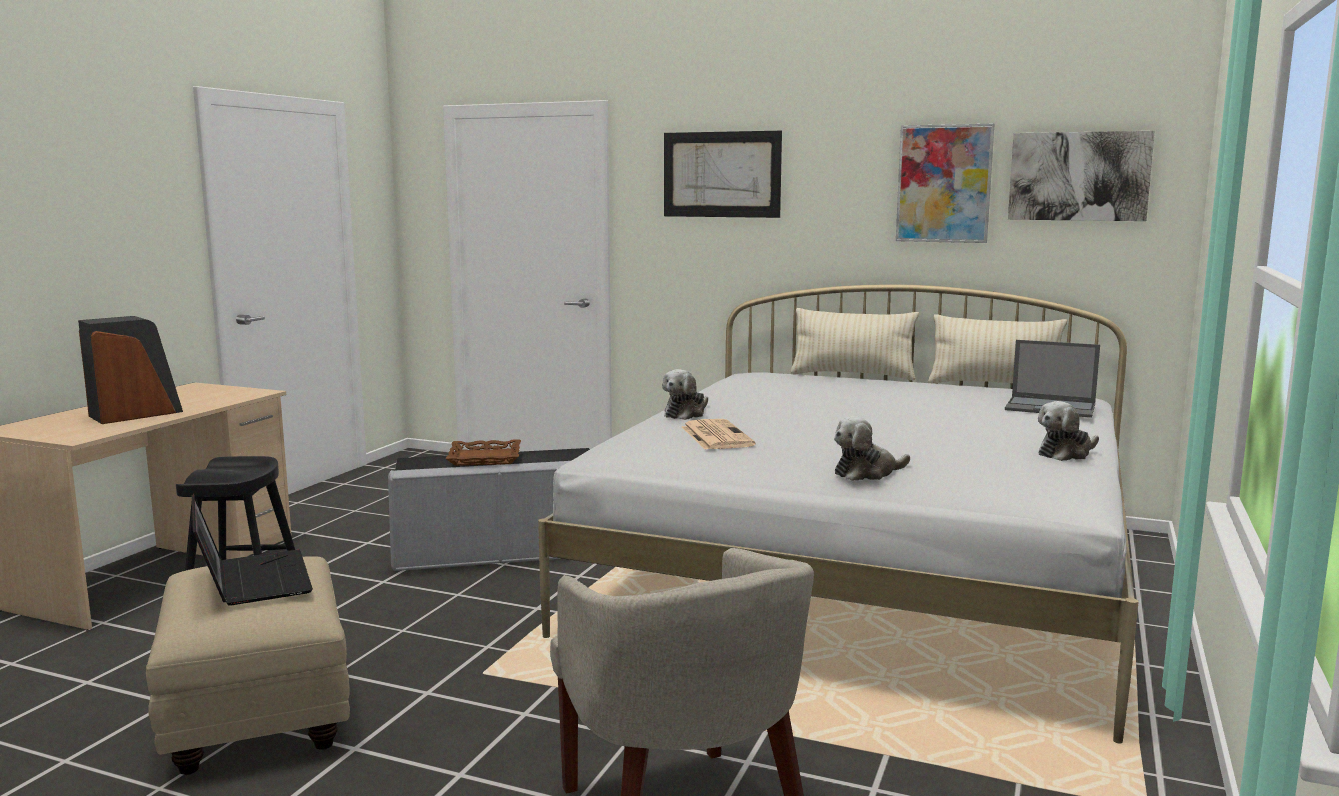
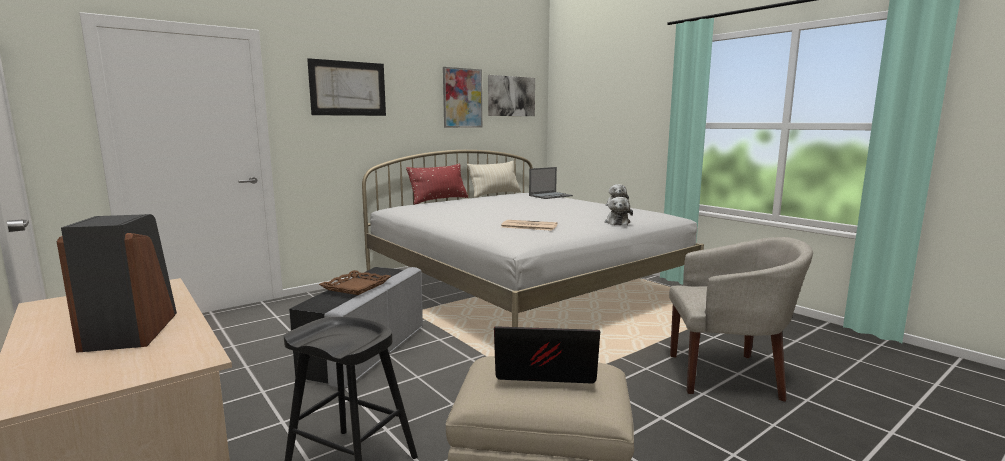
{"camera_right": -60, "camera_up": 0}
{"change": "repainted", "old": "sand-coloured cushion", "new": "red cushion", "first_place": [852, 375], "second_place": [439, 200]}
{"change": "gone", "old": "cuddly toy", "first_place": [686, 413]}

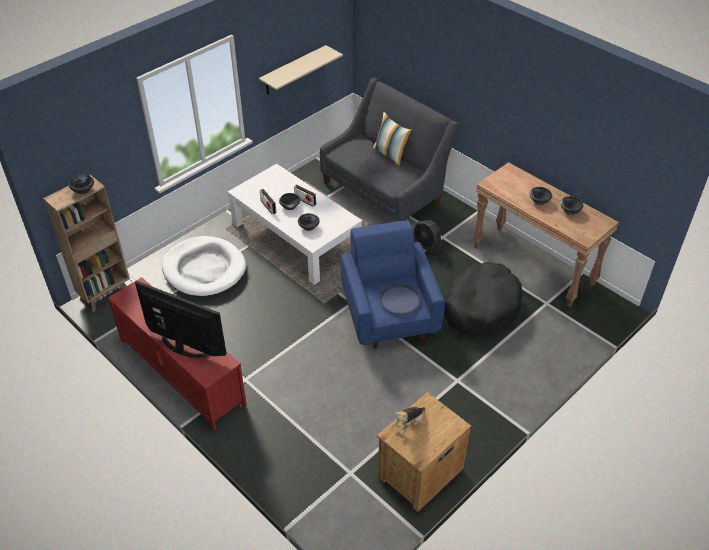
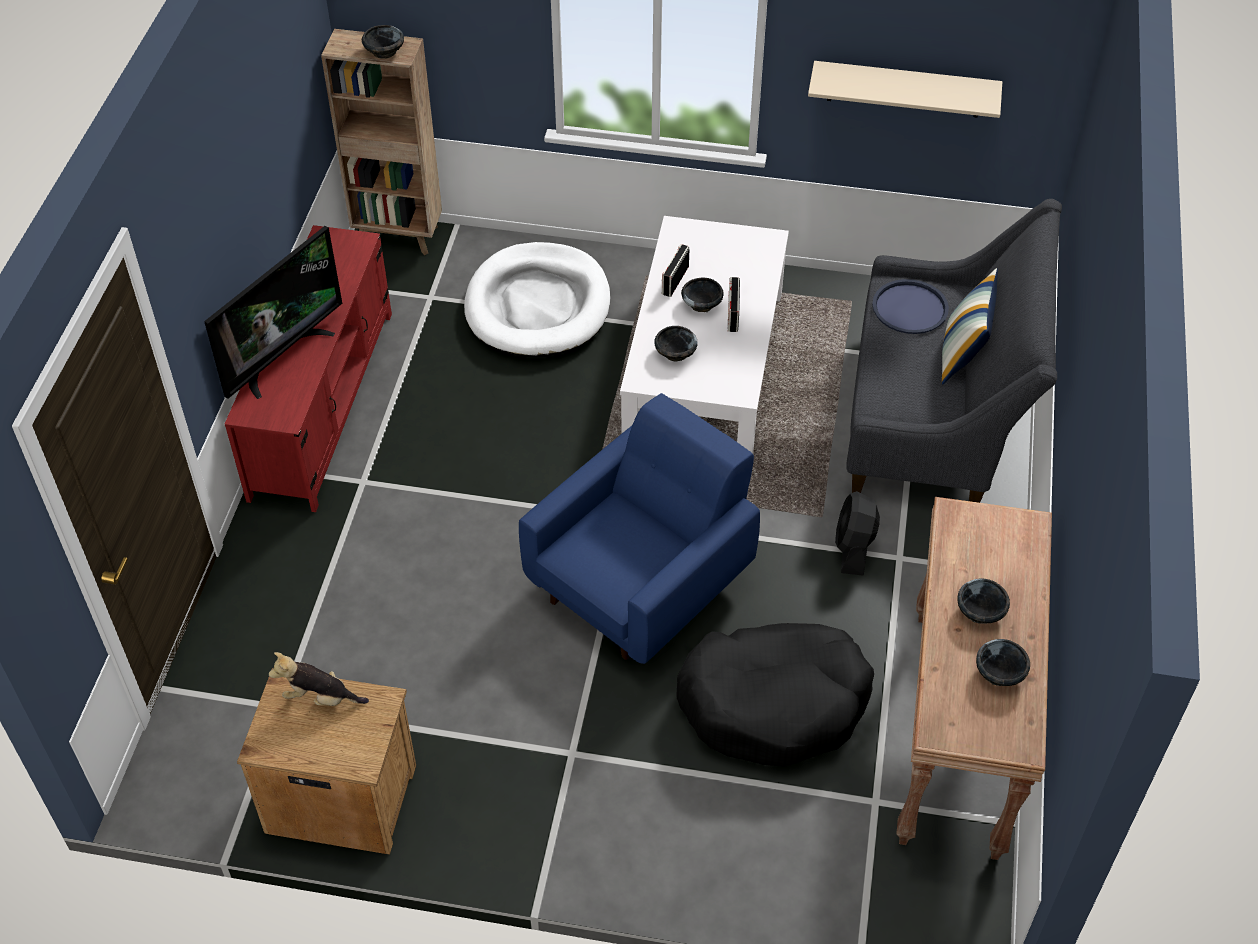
{"camera_right": 55, "camera_up": 5}
{"change": "rotated", "old": "TV", "first_place": [184, 347], "second_place": [282, 357], "degrees": 45}
{"change": "shifted", "old": "blue-coloured serving tray", "first_place": [400, 299], "second_place": [909, 308]}

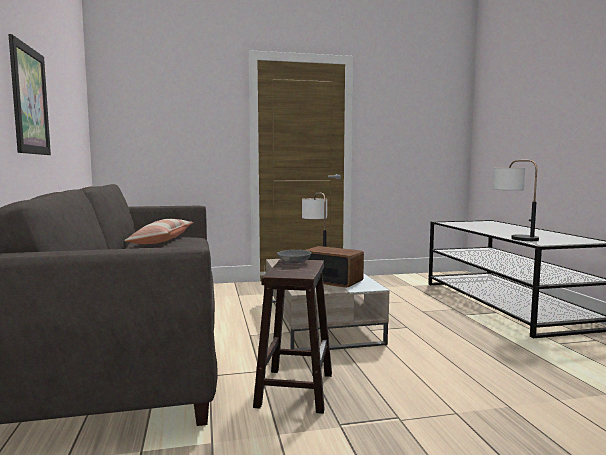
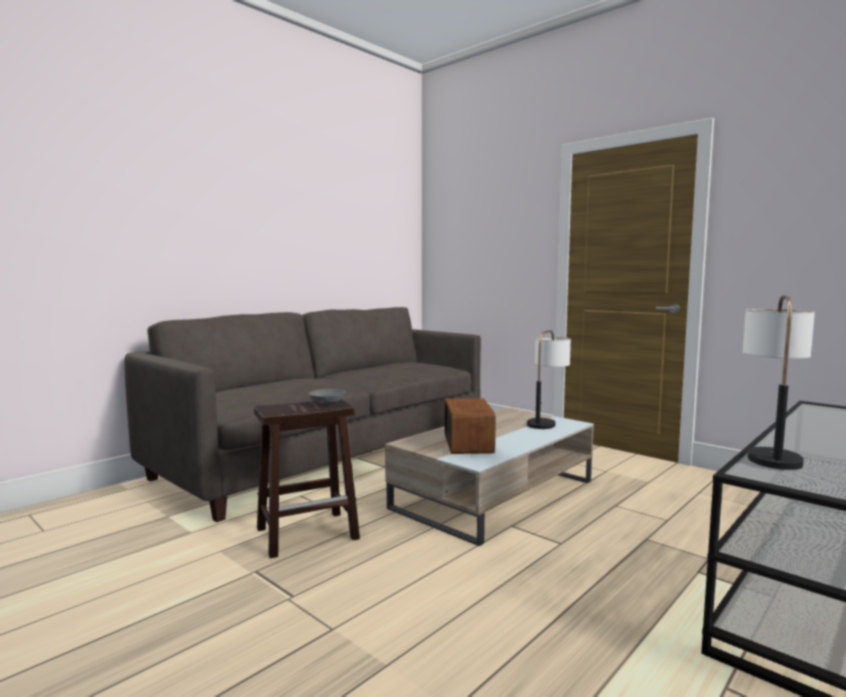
{"camera_right": 55, "camera_up": 0}
{"change": "gone", "old": "picture", "first_place": [30, 100]}
{"change": "gone", "old": "cushion", "first_place": [162, 241]}

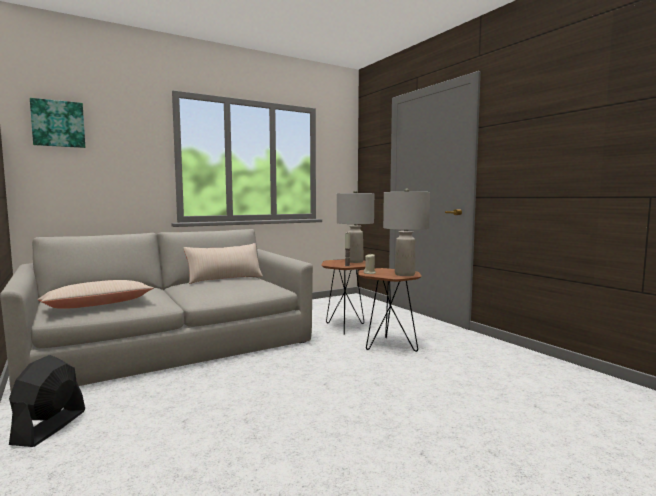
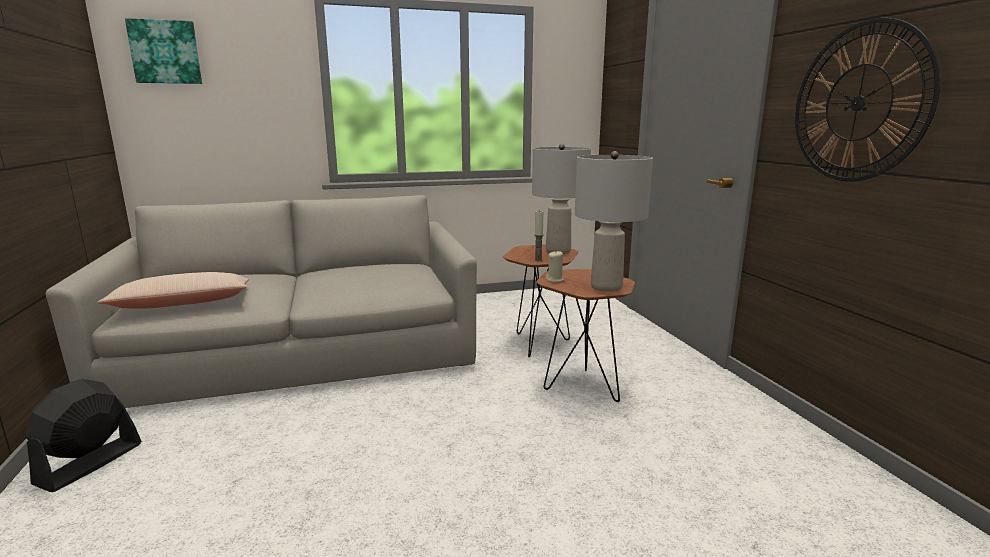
{"camera_right": 15, "camera_up": 10}
{"change": "gone", "old": "sand-coloured cushion", "first_place": [224, 278]}
{"change": "new", "new": "clock on the wall", "second_place": [858, 103]}

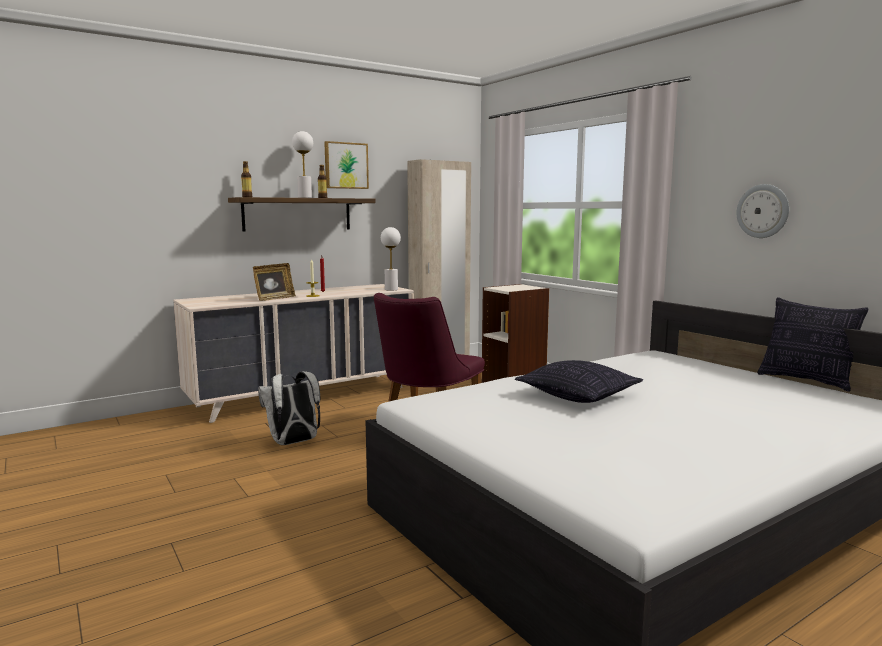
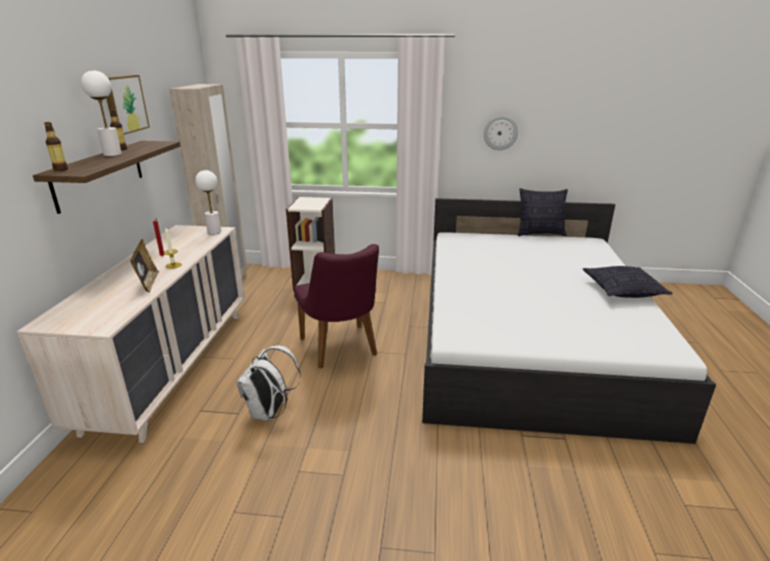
{"camera_right": -50, "camera_up": 15}
{"change": "shifted", "old": "cushion", "first_place": [578, 396], "second_place": [622, 291]}

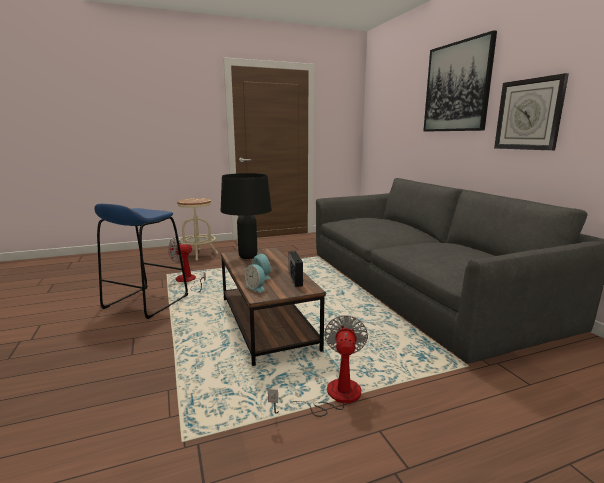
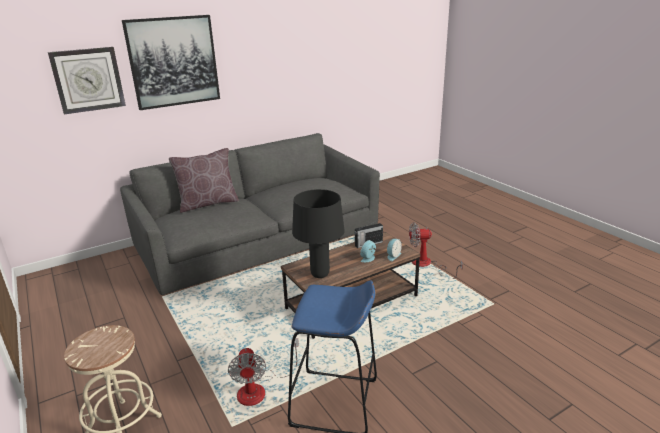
{"camera_right": -100, "camera_up": 10}
{"change": "shifted", "old": "clock on the wall", "first_place": [529, 114], "second_place": [88, 80]}
{"change": "new", "new": "brown-coloured cushion", "second_place": [208, 203]}

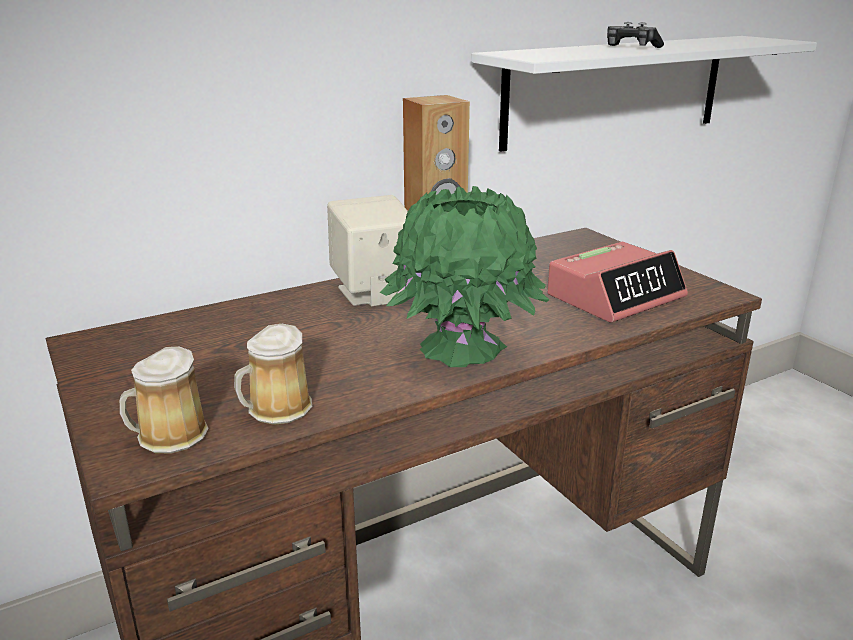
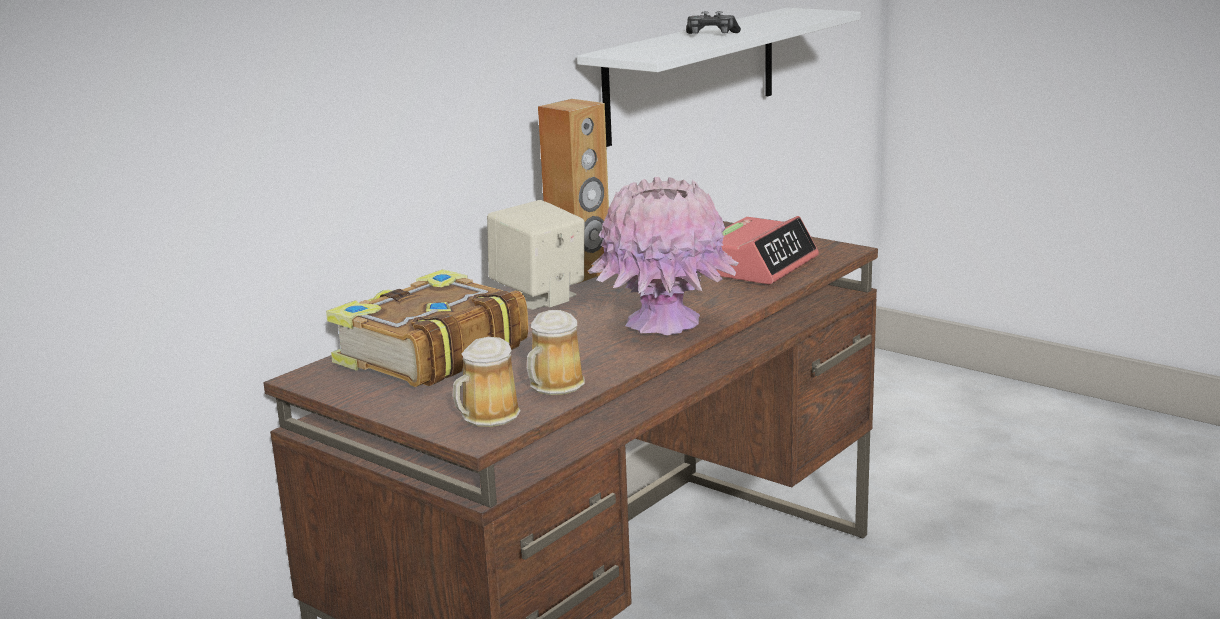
{"camera_right": -20, "camera_up": -5}
{"change": "repainted", "old": "greenish flower vase", "new": "pinkish flower vase", "first_place": [463, 349], "second_place": [664, 323]}
{"change": "new", "new": "volume", "second_place": [429, 354]}

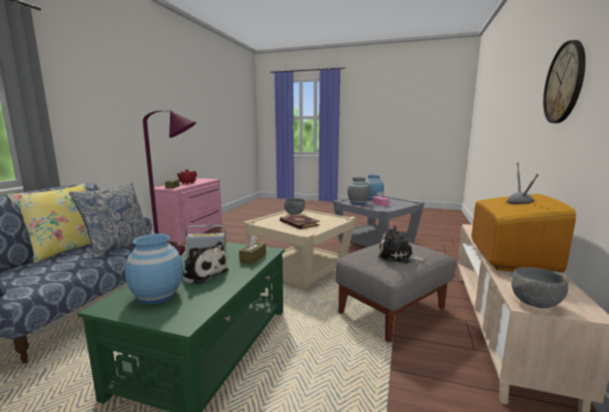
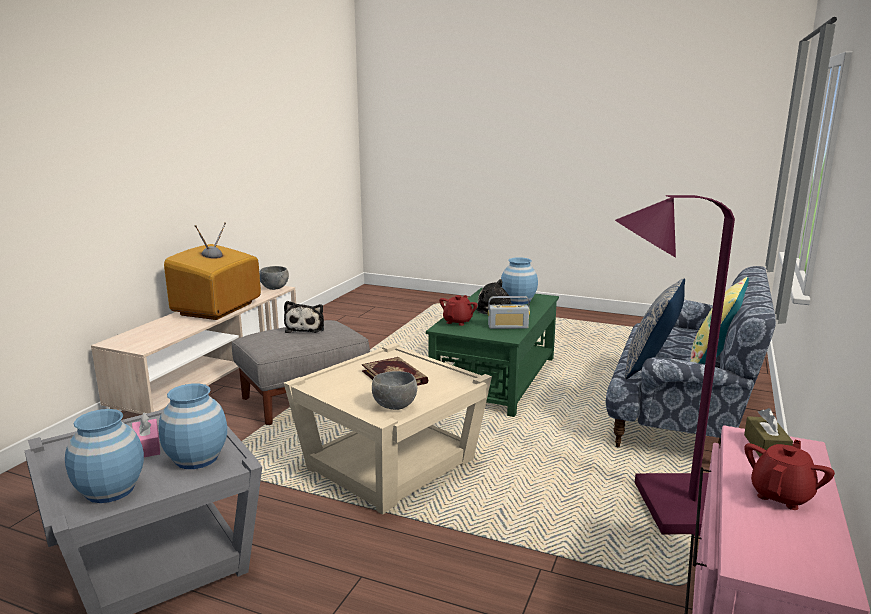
{"camera_right": -175, "camera_up": 5}
{"change": "gone", "old": "clock on the wall", "first_place": [564, 83]}
{"change": "repainted", "old": "greyish flower vase", "new": "blue-coloured flower vase", "first_place": [358, 203], "second_place": [196, 458]}
{"change": "rotated", "old": "cuddly toy", "first_place": [398, 257], "second_place": [306, 328], "degrees": 60}
{"change": "swapped", "old": "brown-coloured tissue box", "new": "red tea pot", "first_place": [253, 258], "second_place": [458, 321]}

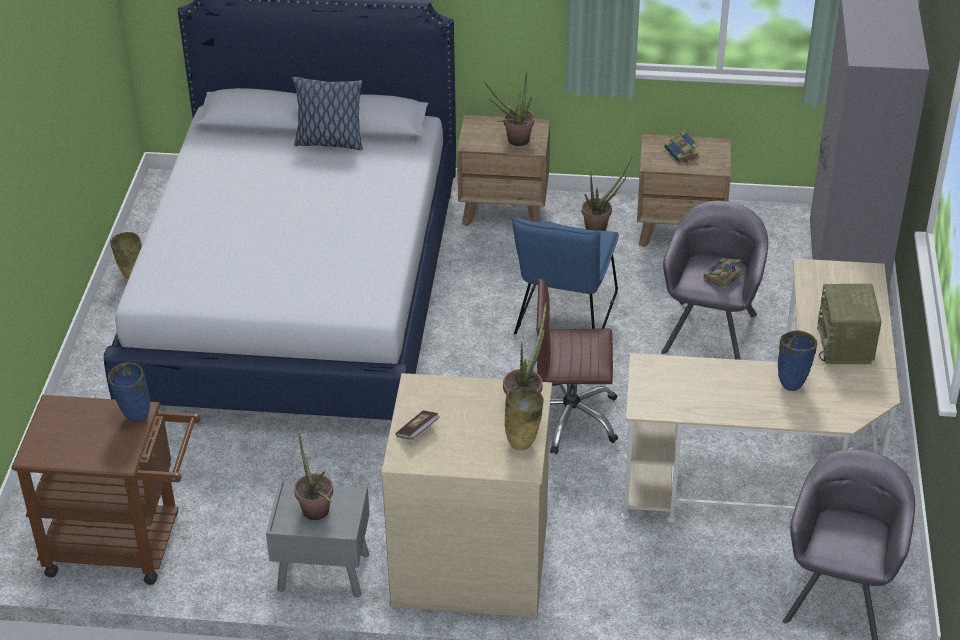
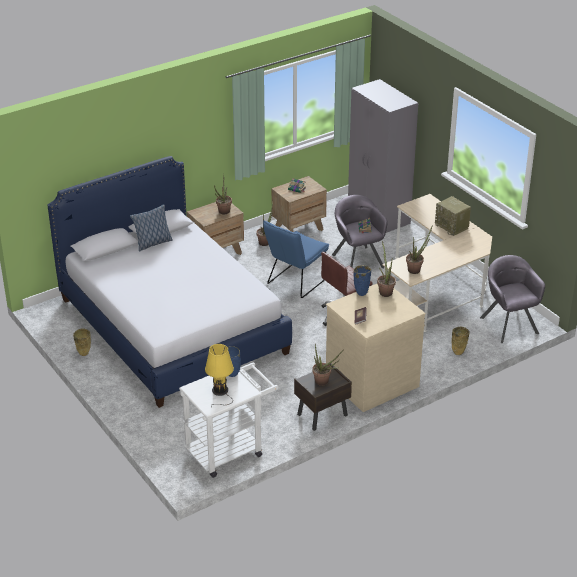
{"camera_right": -40, "camera_up": -5}
{"change": "rotated", "old": "blue-coloured upright chair", "first_place": [563, 318], "second_place": [295, 282], "degrees": 60}
{"change": "shifted", "old": "blue-coloured flower vase", "first_place": [793, 384], "second_place": [361, 292]}
{"change": "shifted", "old": "sand-coloured flower vase", "first_place": [523, 444], "second_place": [459, 352]}
{"change": "repainted", "old": "brown-coloured trolley", "new": "white-coloured trolley", "first_place": [126, 545], "second_place": [230, 449]}
{"change": "repainted", "old": "greyish bedside table", "new": "brown-coloured bedside table", "first_place": [322, 572], "second_place": [322, 415]}
{"change": "new", "new": "potted plant", "second_place": [416, 269]}
{"change": "new", "new": "yellowish table lamp", "second_place": [220, 392]}

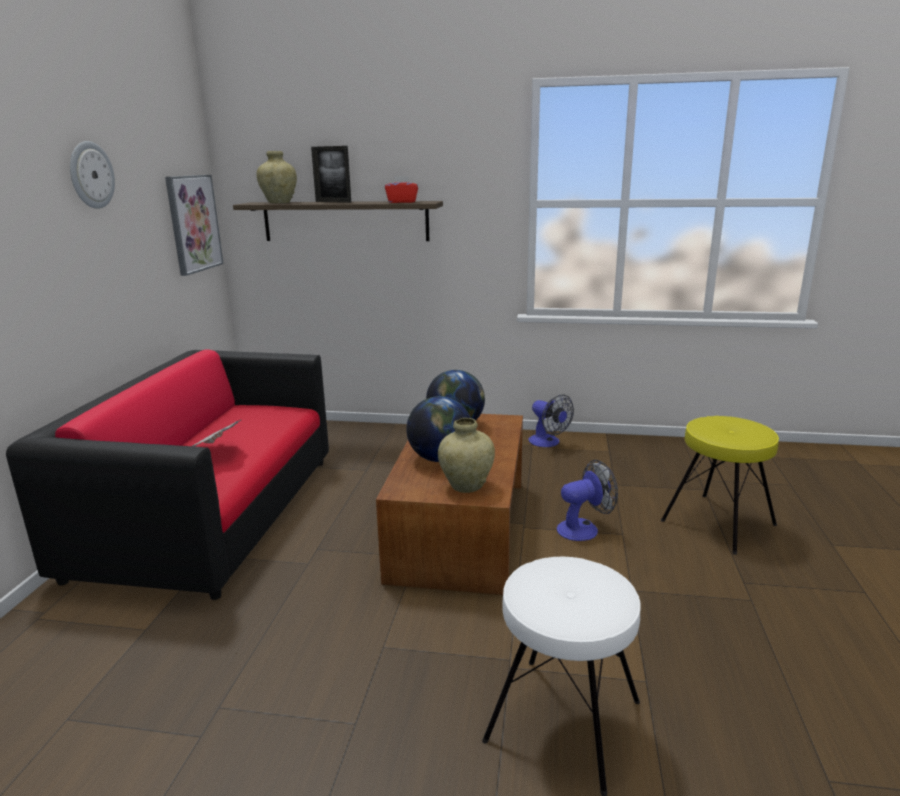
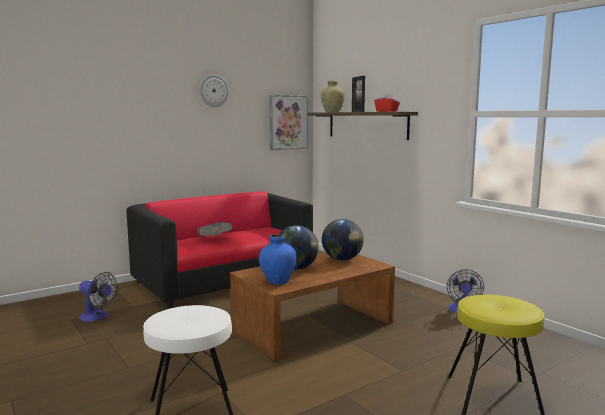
{"camera_right": 45, "camera_up": -10}
{"change": "repainted", "old": "sand-coloured flower vase", "new": "blue-coloured flower vase", "first_place": [466, 486], "second_place": [278, 281]}
{"change": "shifted", "old": "fan", "first_place": [584, 528], "second_place": [97, 317]}

